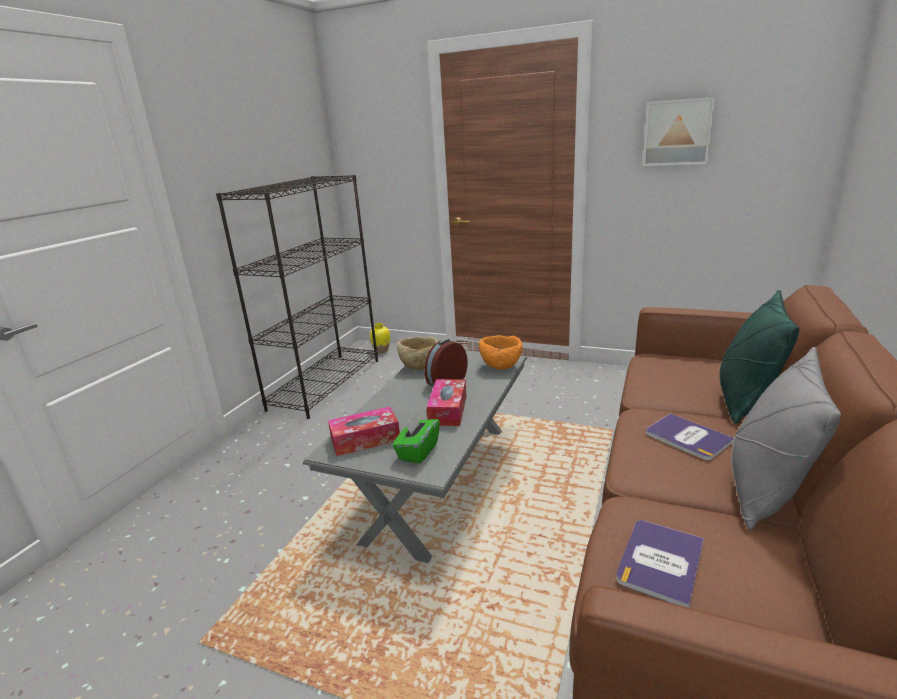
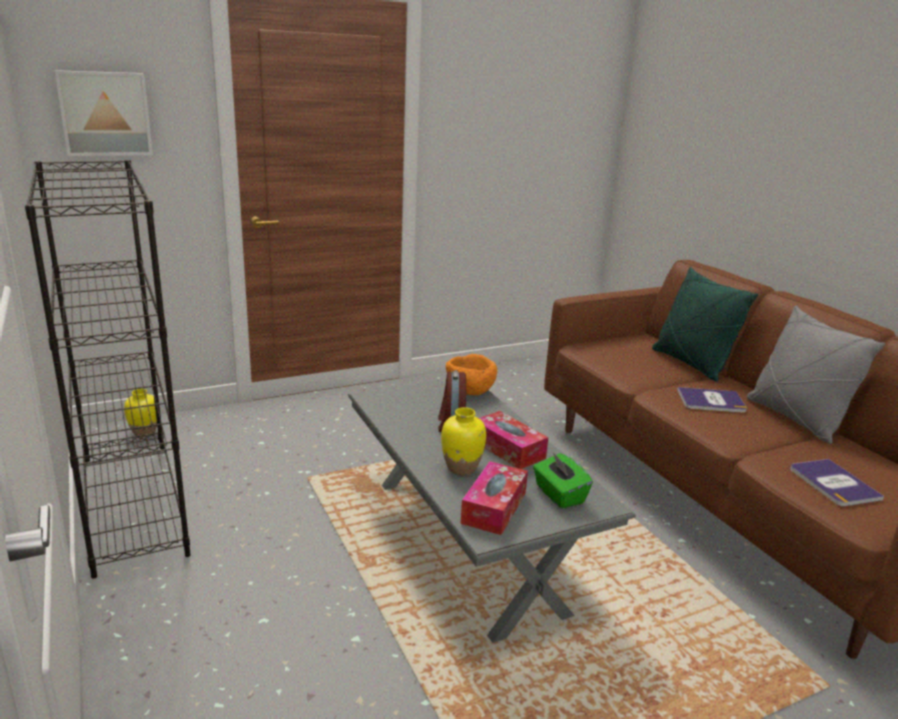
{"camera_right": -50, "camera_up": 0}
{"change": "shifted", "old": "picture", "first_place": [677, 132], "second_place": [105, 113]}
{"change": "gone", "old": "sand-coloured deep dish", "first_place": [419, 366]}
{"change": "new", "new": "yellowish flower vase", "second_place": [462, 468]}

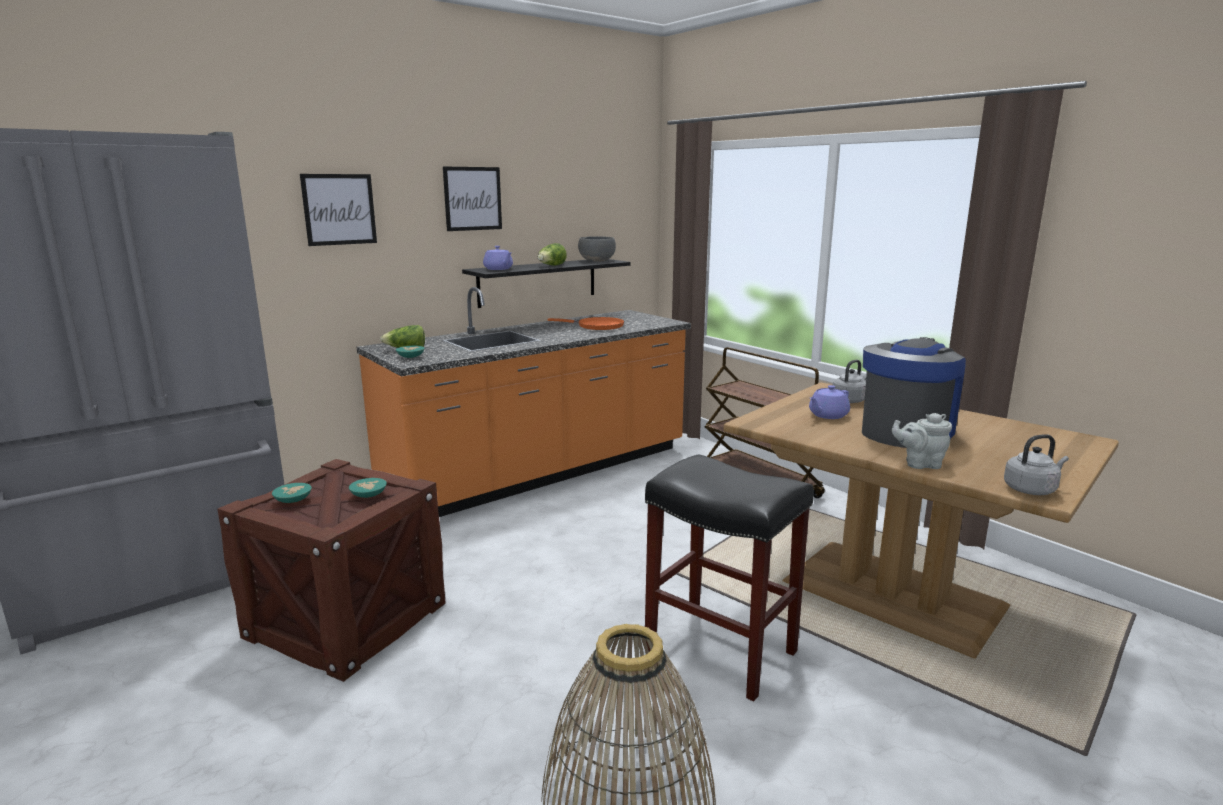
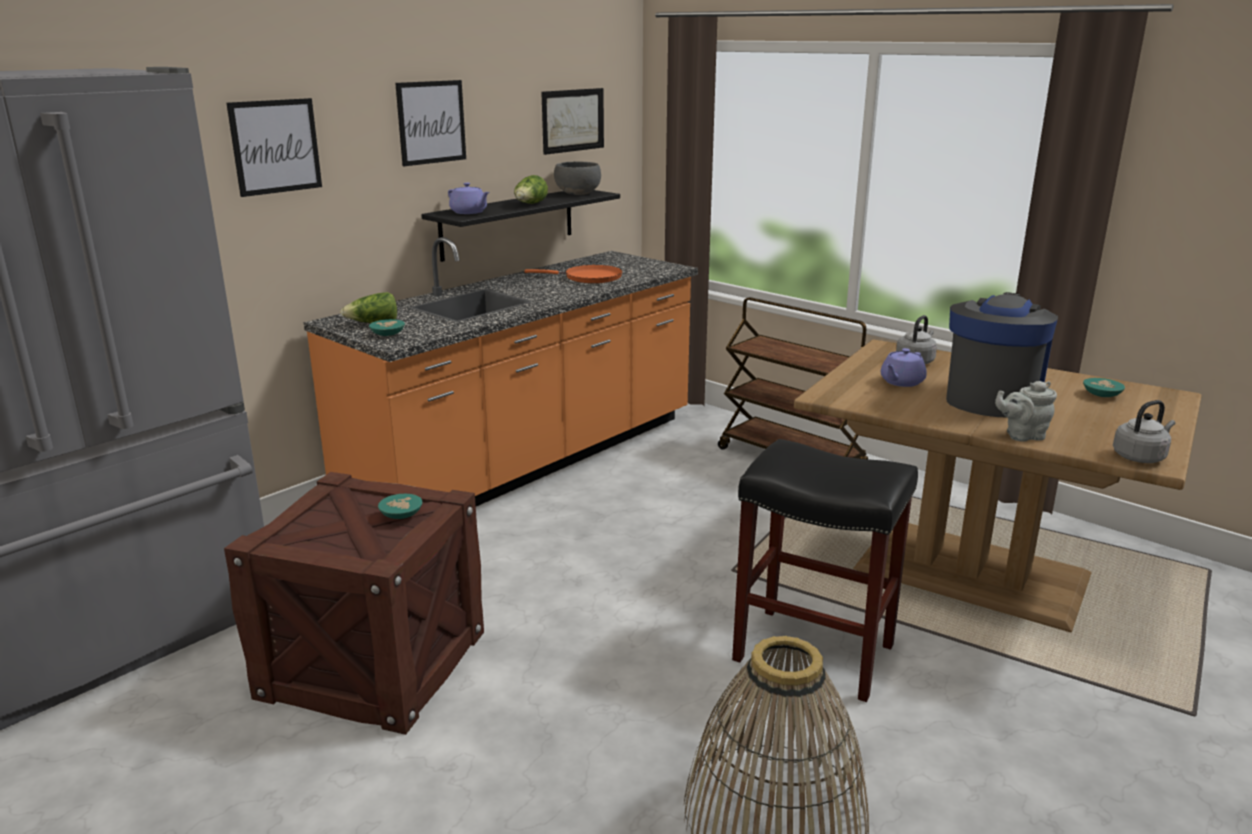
{"camera_right": -10, "camera_up": 5}
{"change": "shifted", "old": "turquoise-coloured deep dish", "first_place": [294, 500], "second_place": [1102, 394]}
{"change": "new", "new": "picture", "second_place": [573, 120]}

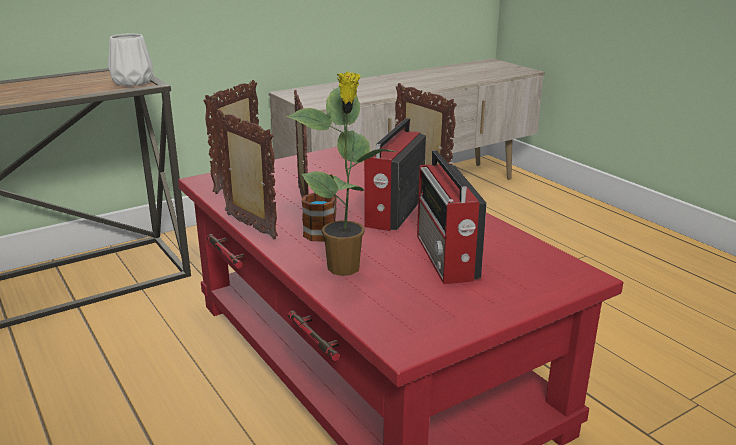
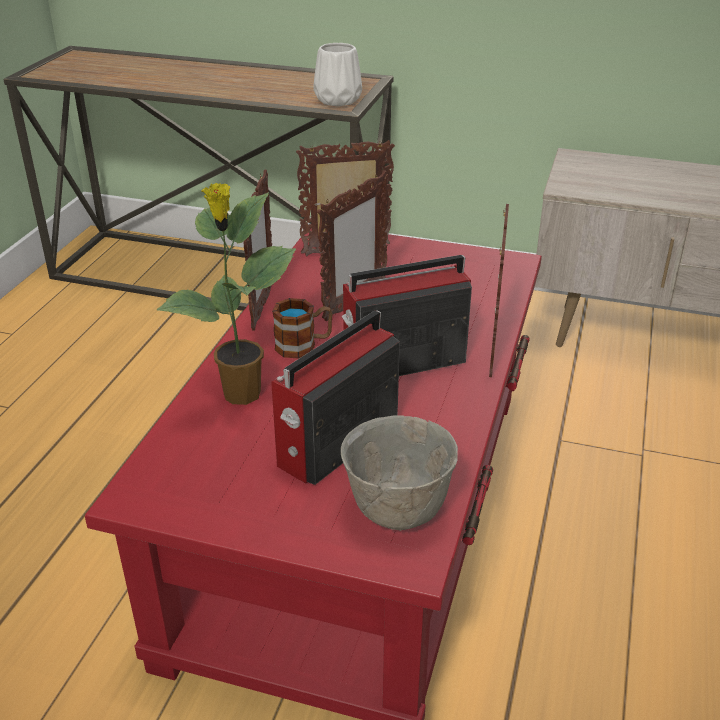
{"camera_right": 50, "camera_up": 10}
{"change": "new", "new": "greyish deep dish", "second_place": [397, 512]}

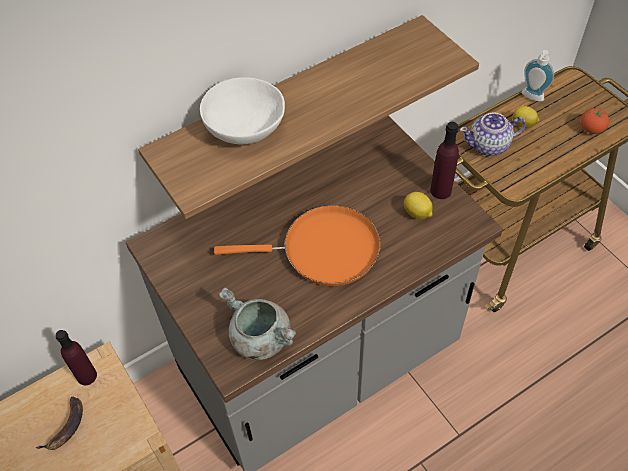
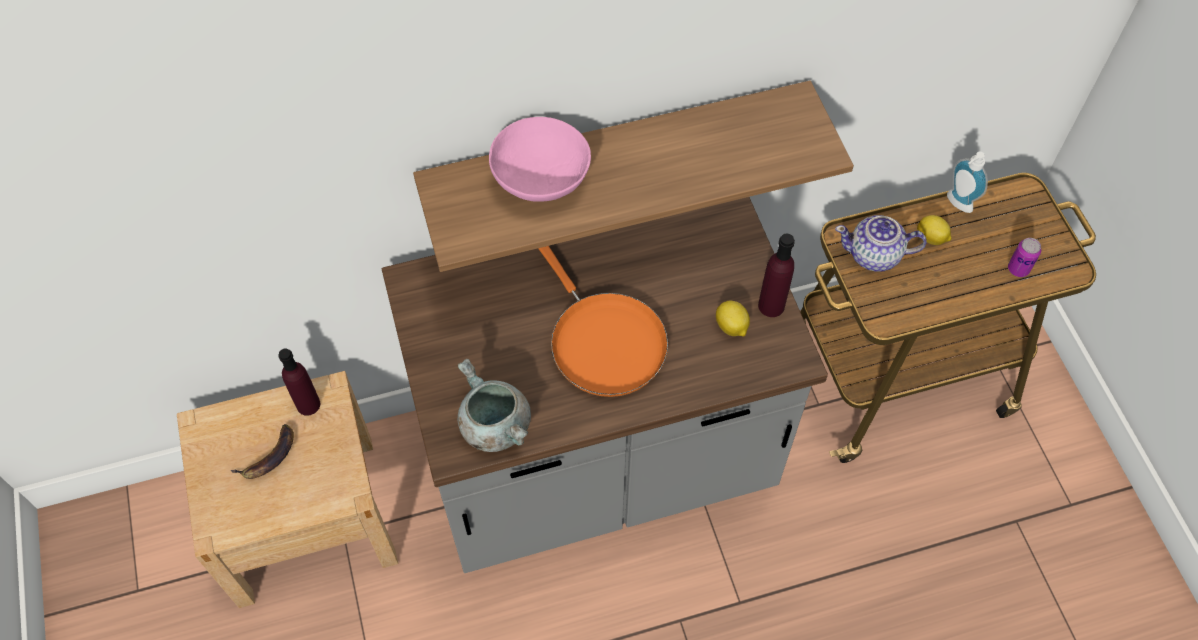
{"camera_right": 15, "camera_up": 5}
{"change": "repainted", "old": "white-coloured deep dish", "new": "pinkish deep dish", "first_place": [245, 129], "second_place": [541, 180]}
{"change": "swapped", "old": "fresh tomato", "new": "metal can", "first_place": [591, 129], "second_place": [1018, 269]}
{"change": "rotated", "old": "orange-coloured pan", "first_place": [323, 250], "second_place": [603, 341], "degrees": 45}

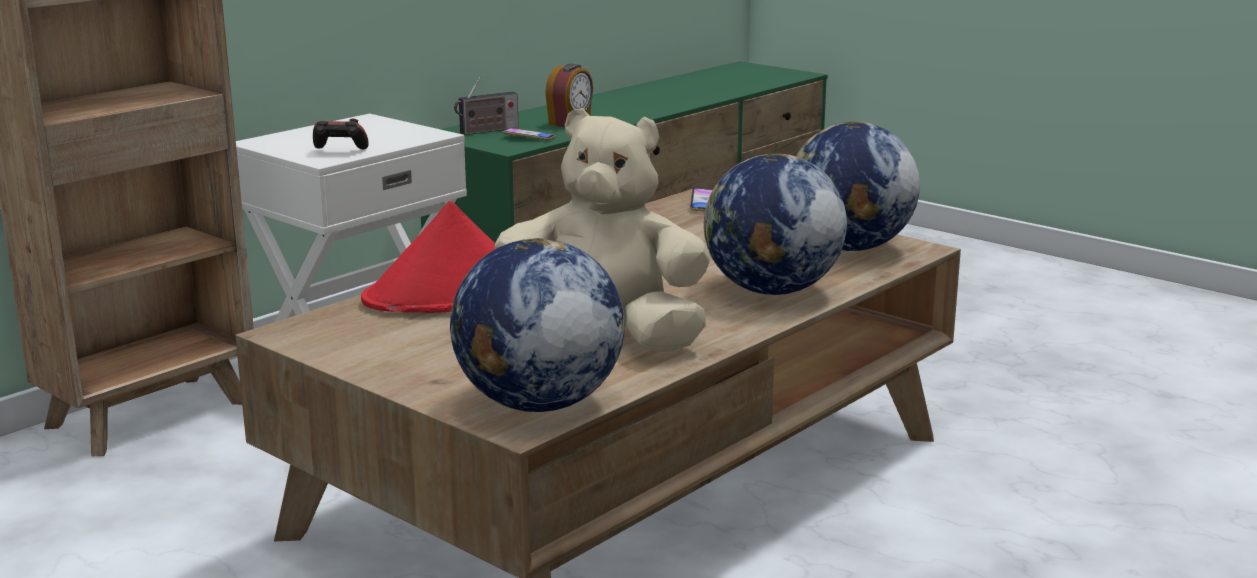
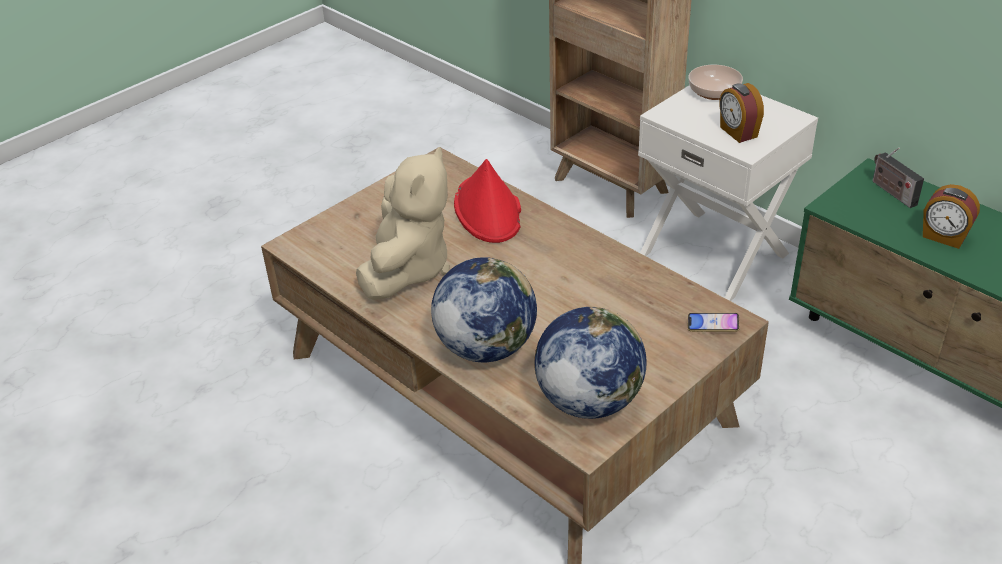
{"camera_right": 95, "camera_up": 20}
{"change": "gone", "old": "joypad", "first_place": [340, 152]}
{"change": "gone", "old": "phone", "first_place": [529, 138]}
{"change": "gone", "old": "globe", "first_place": [538, 404]}
{"change": "new", "new": "deep dish", "second_place": [715, 92]}
{"change": "new", "new": "bedside clock", "second_place": [737, 132]}

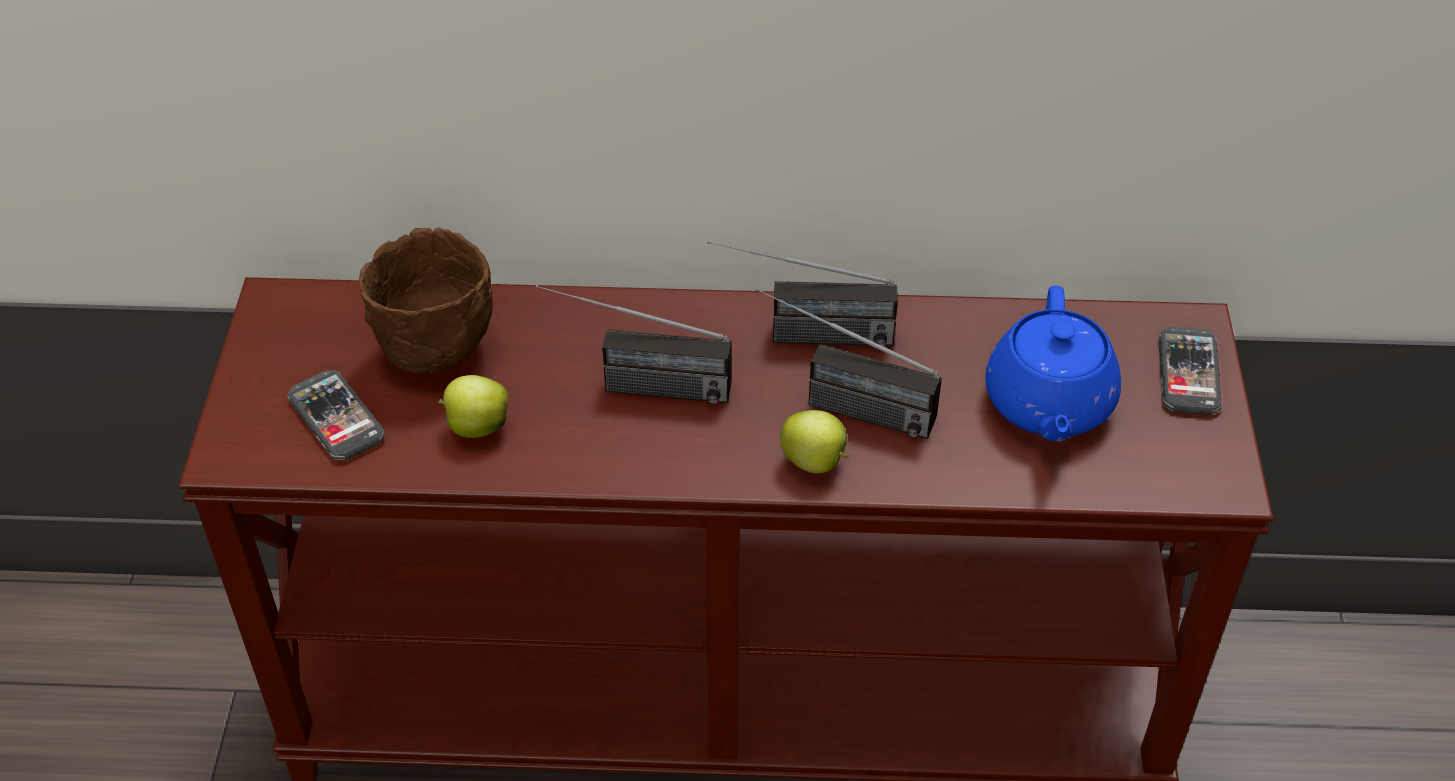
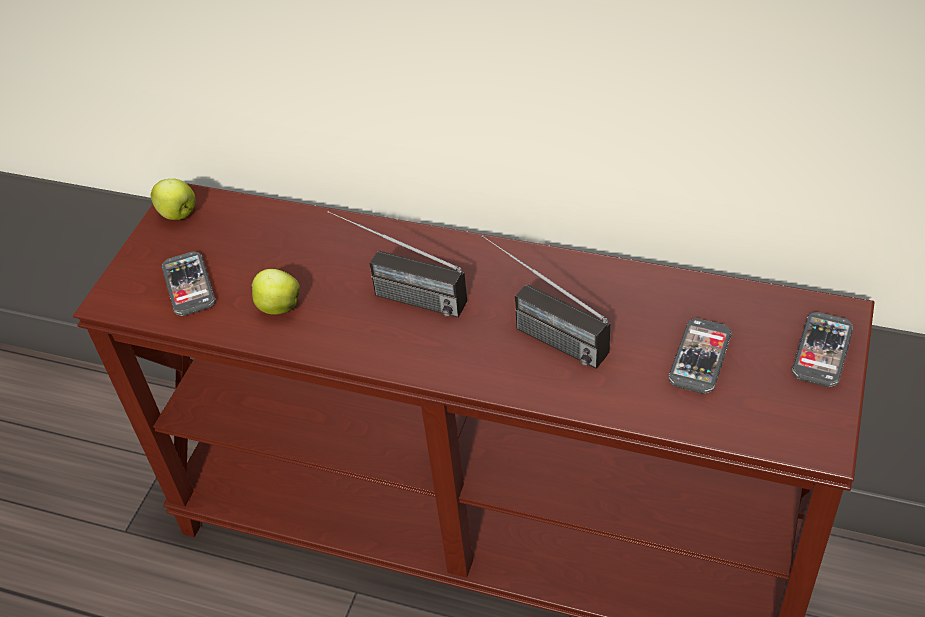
{"camera_right": 20, "camera_up": 0}
{"change": "gone", "old": "brown-coloured deep dish", "first_place": [439, 349]}
{"change": "gone", "old": "radio set", "first_place": [800, 335]}
{"change": "swapped", "old": "blue-coloured tea pot", "new": "phone", "first_place": [1048, 404], "second_place": [700, 357]}
{"change": "shifted", "old": "apple fruit", "first_place": [815, 462], "second_place": [179, 214]}

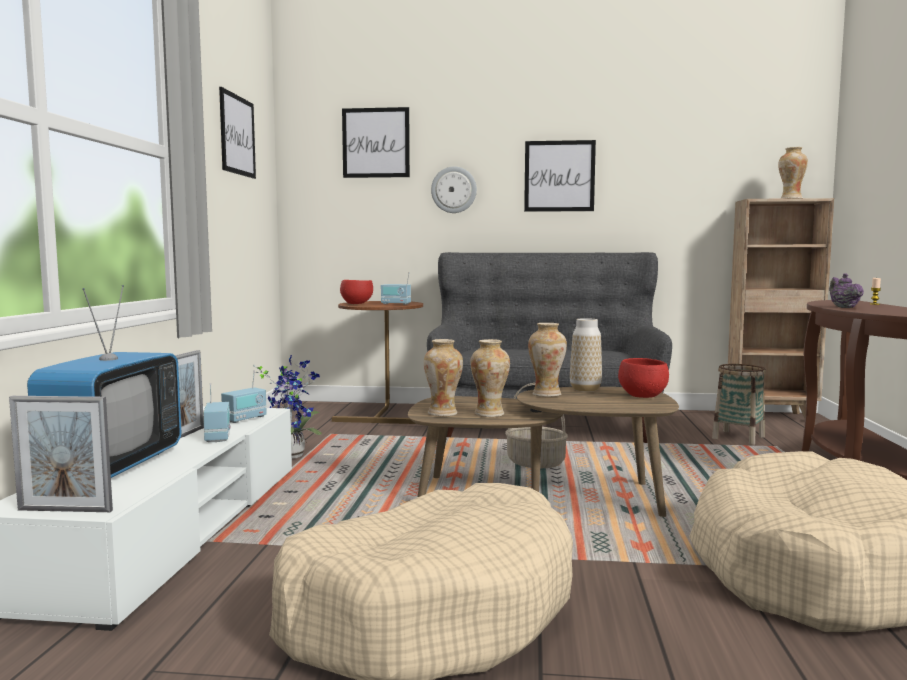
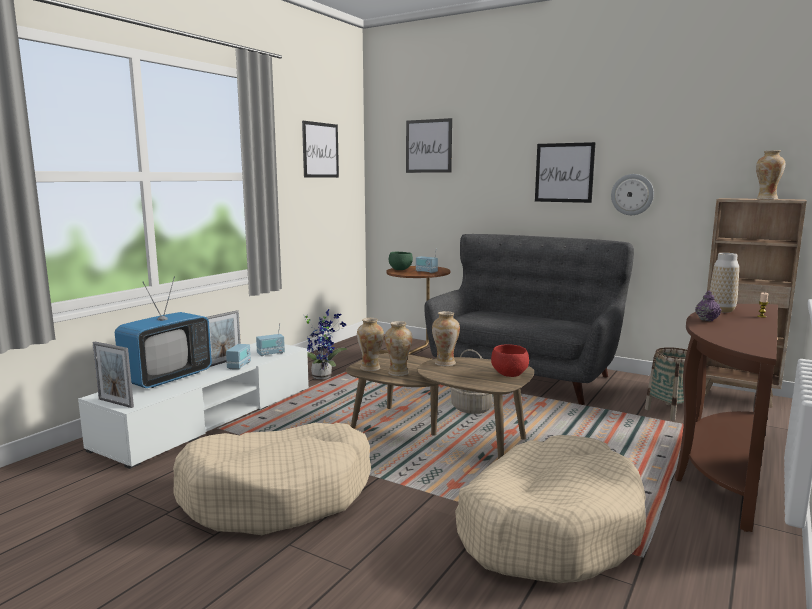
{"camera_right": 25, "camera_up": 5}
{"change": "shifted", "old": "clock on the wall", "first_place": [454, 190], "second_place": [632, 194]}
{"change": "repainted", "old": "red deep dish", "new": "greenish deep dish", "first_place": [356, 304], "second_place": [400, 269]}
{"change": "shifted", "old": "flower vase", "first_place": [585, 389], "second_place": [721, 310]}

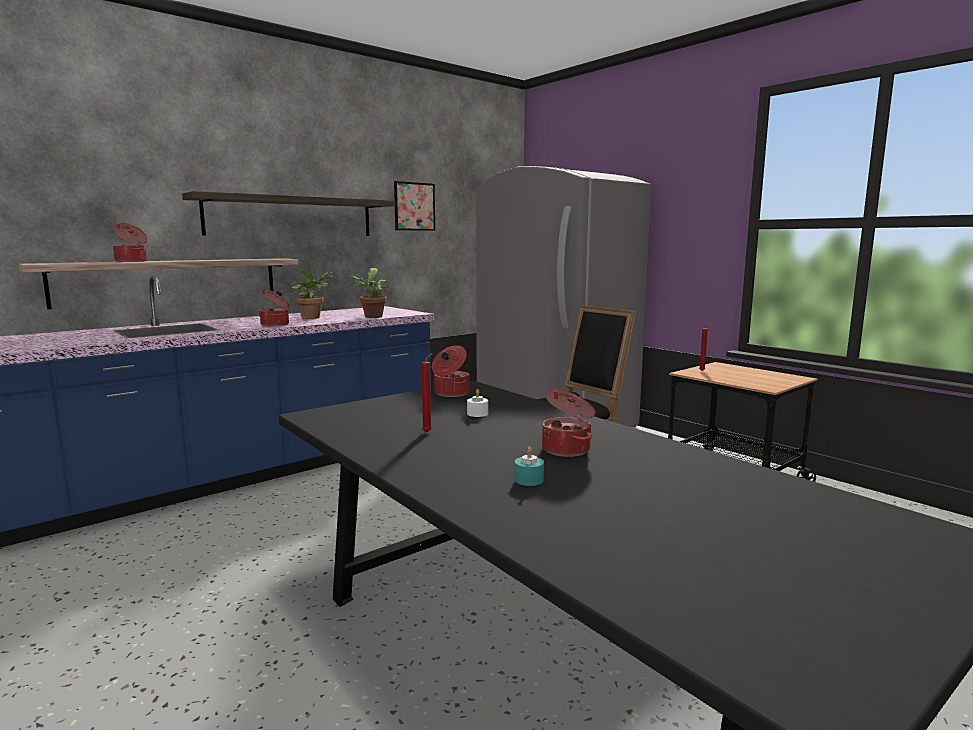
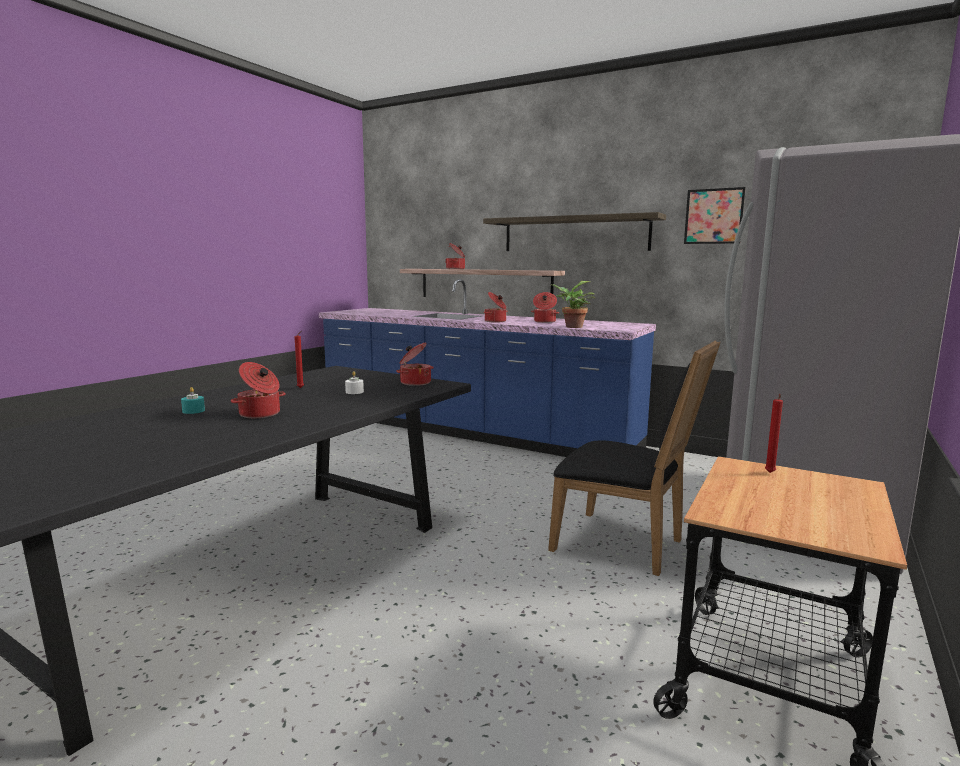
{"camera_right": 70, "camera_up": 0}
{"change": "swapped", "old": "potted plant", "new": "stockpot", "first_place": [312, 317], "second_place": [544, 321]}

